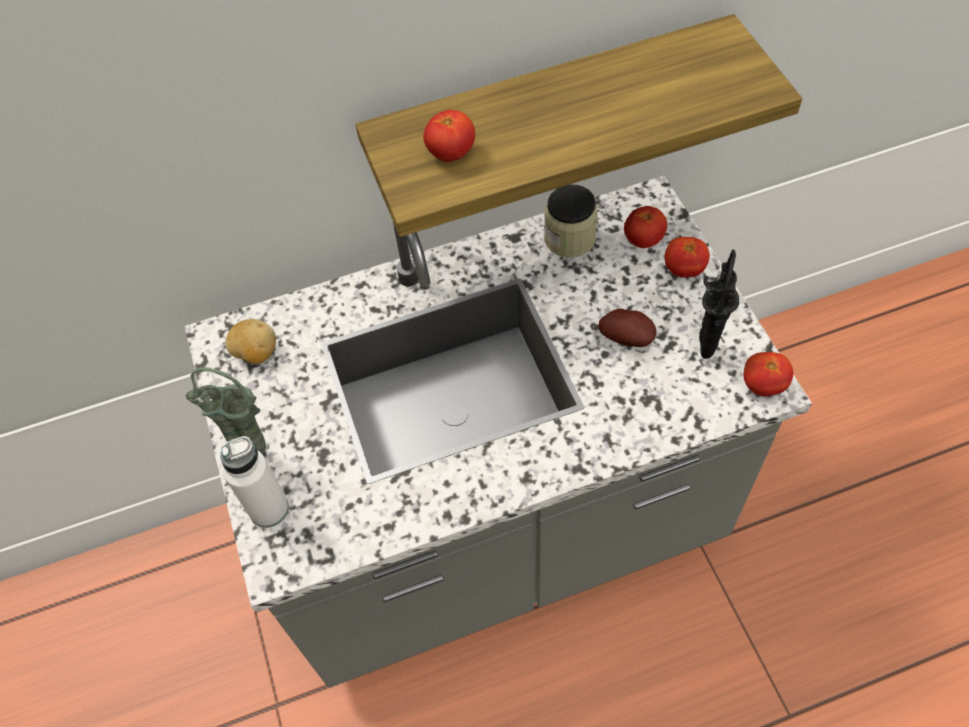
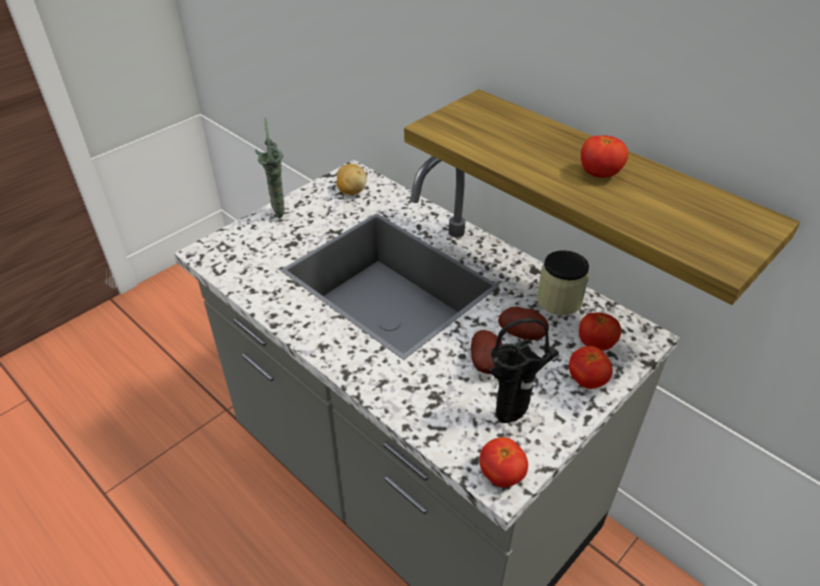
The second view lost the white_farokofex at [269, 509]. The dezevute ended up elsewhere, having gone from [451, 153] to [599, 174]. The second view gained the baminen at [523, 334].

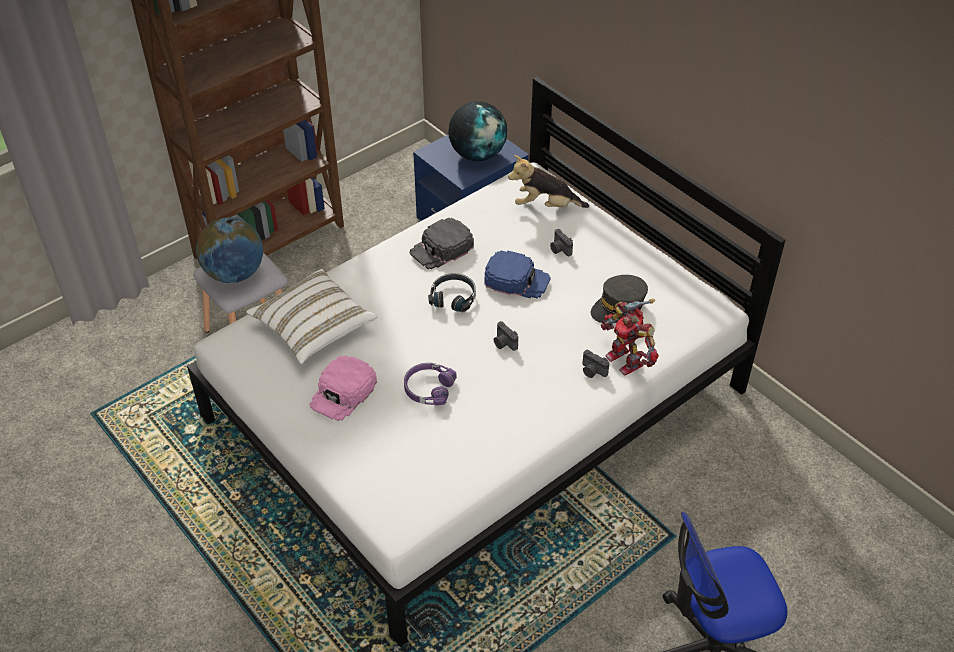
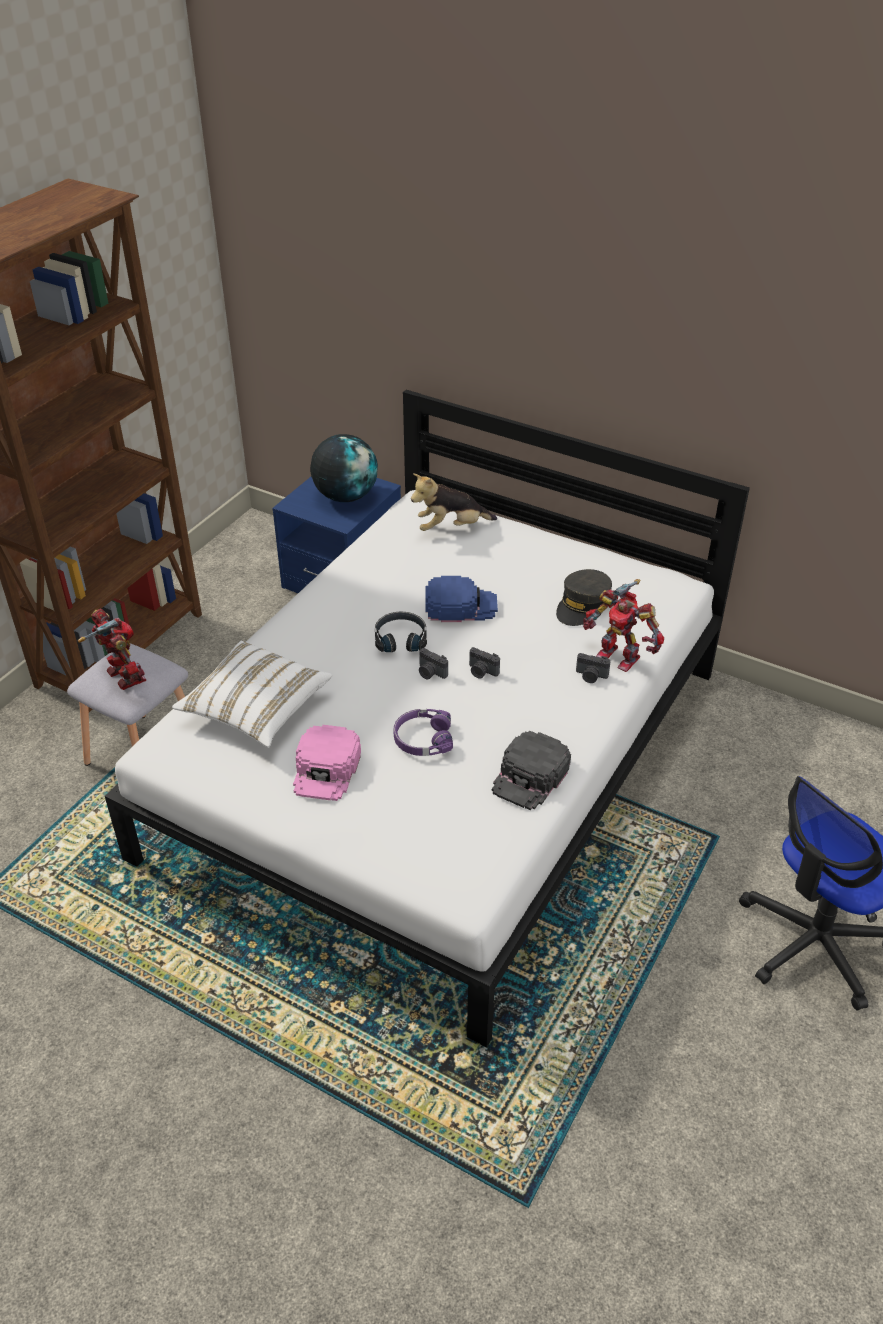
Where the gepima stood at [234, 273], the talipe came to stand at [123, 678]. The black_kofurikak ended up elsewhere, having gone from [441, 249] to [530, 776]. The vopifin ended up elsewhere, having gone from [559, 249] to [430, 673].

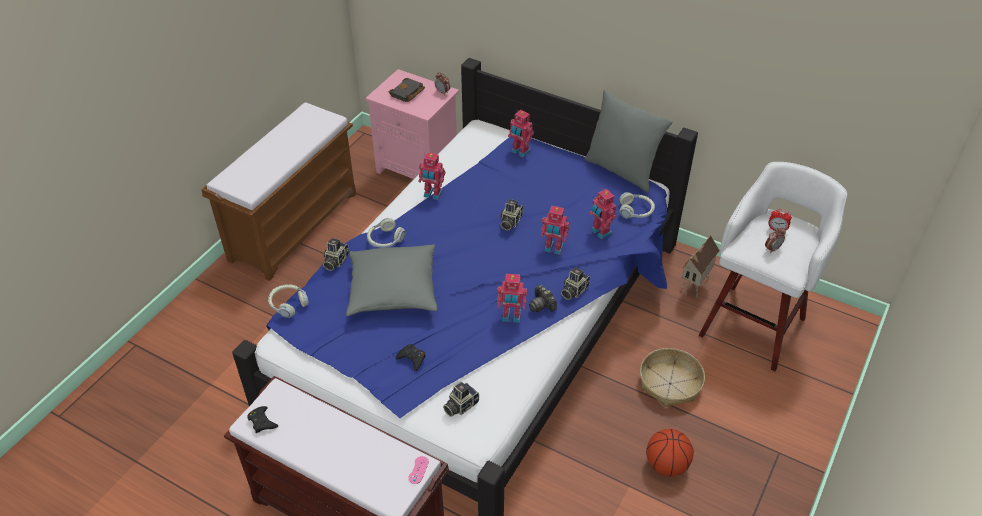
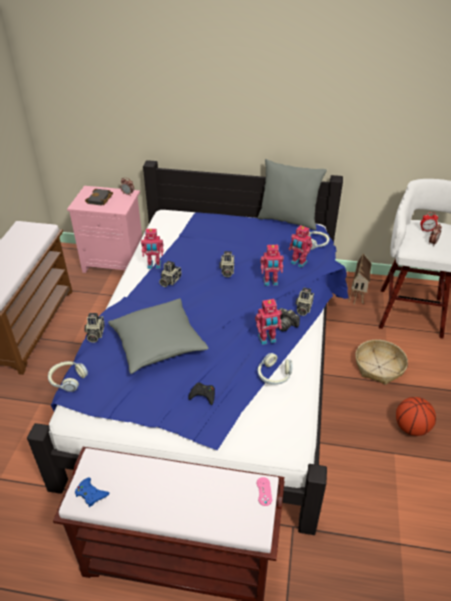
What was the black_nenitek at [262, 422] turned into the blue_nenitek at [91, 494]. The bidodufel ended up elsewhere, having gone from [385, 240] to [274, 375]. The vopifin ended up elsewhere, having gone from [460, 405] to [169, 280]. The second view lost the talipe at [520, 152].

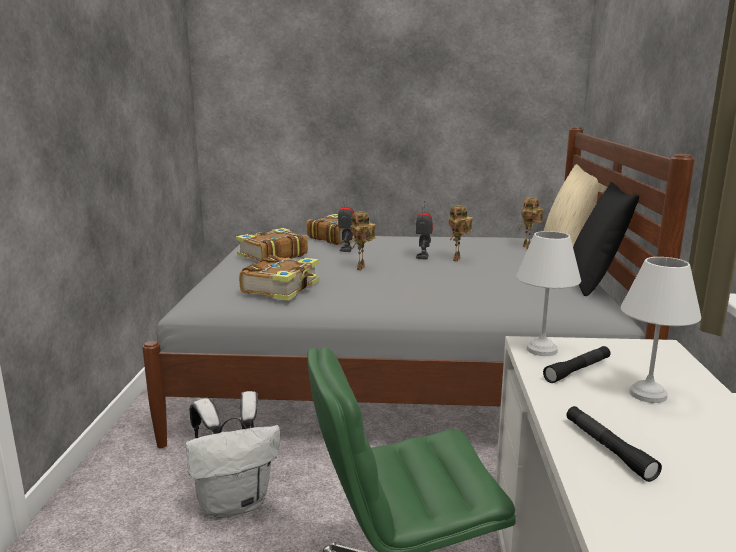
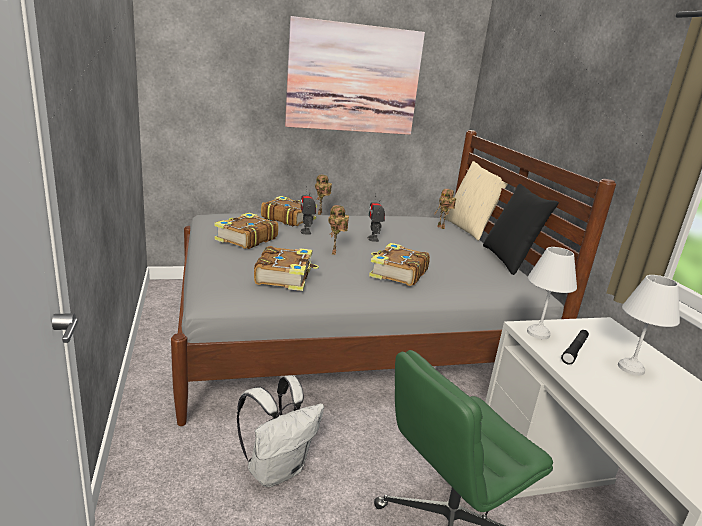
The talipe ended up elsewhere, having gone from [458, 260] to [320, 213]. The second view lost the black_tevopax at [608, 449]. The second view gained the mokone at [353, 79]. The second view gained the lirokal at [397, 273].

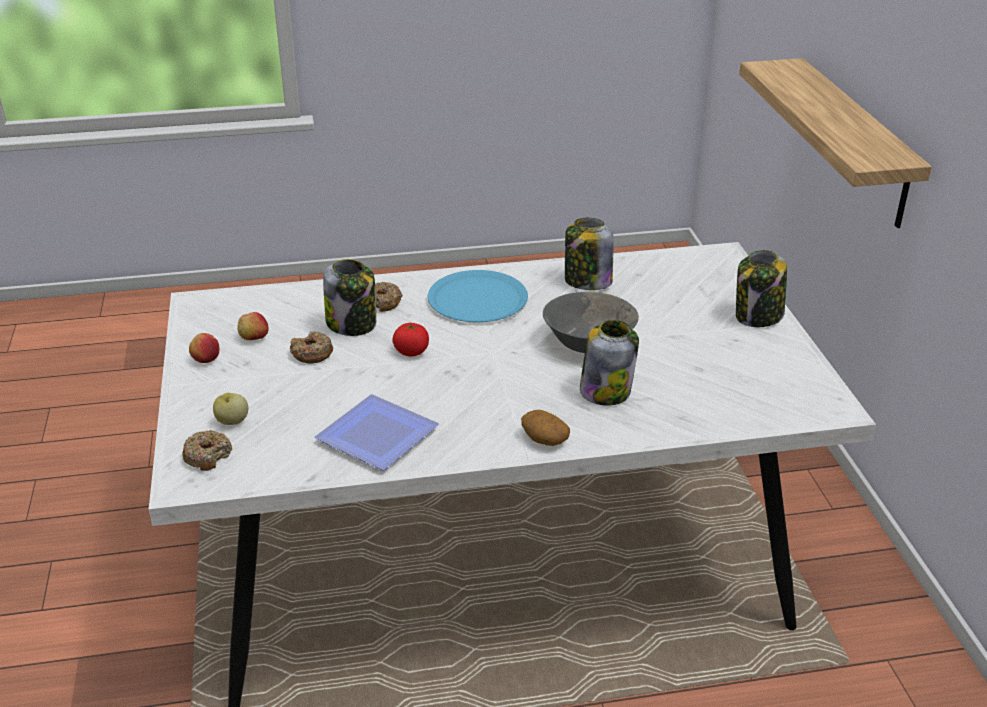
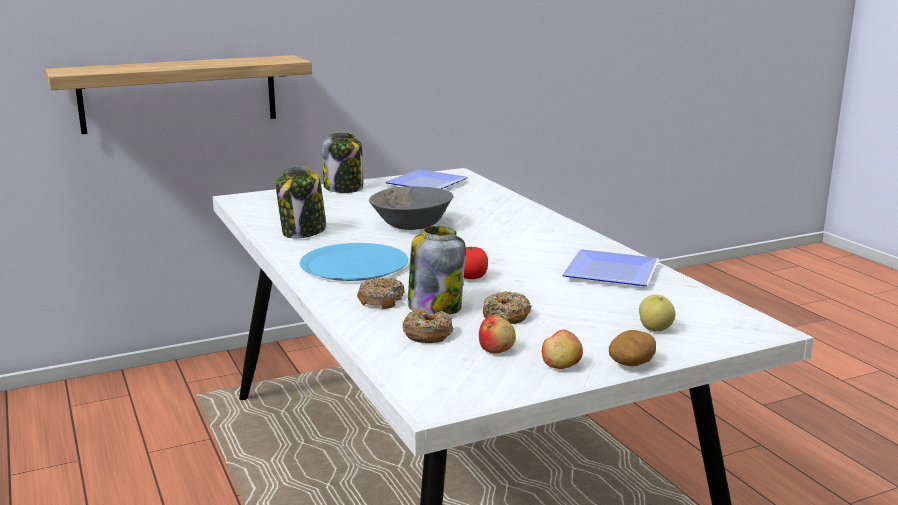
The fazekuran ended up elsewhere, having gone from [207, 456] to [427, 334]. The baminen ended up elsewhere, having gone from [544, 439] to [631, 363]. The second view lost the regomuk at [606, 391]. The second view gained the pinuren at [423, 184].

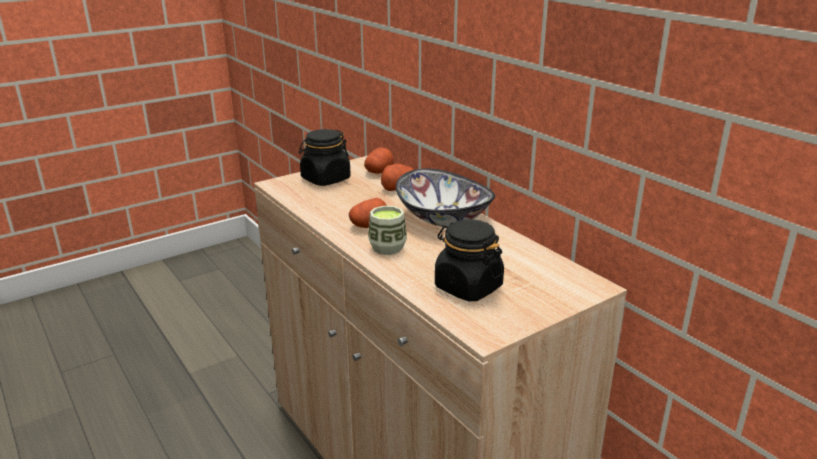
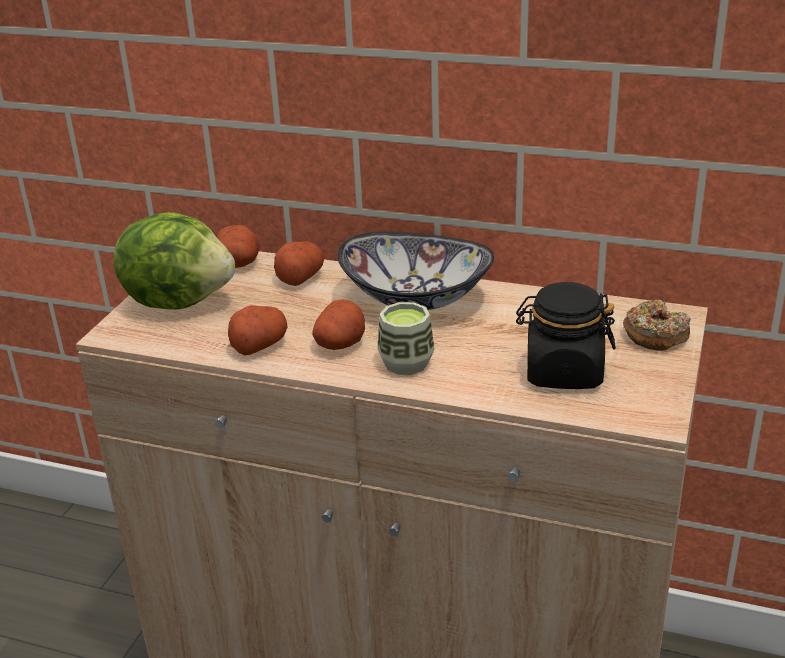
Where the black_regomuk stood at [325, 179], the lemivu came to stand at [180, 300]. The second view gained the baminen at [259, 344]. The second view gained the fazekuran at [655, 335].

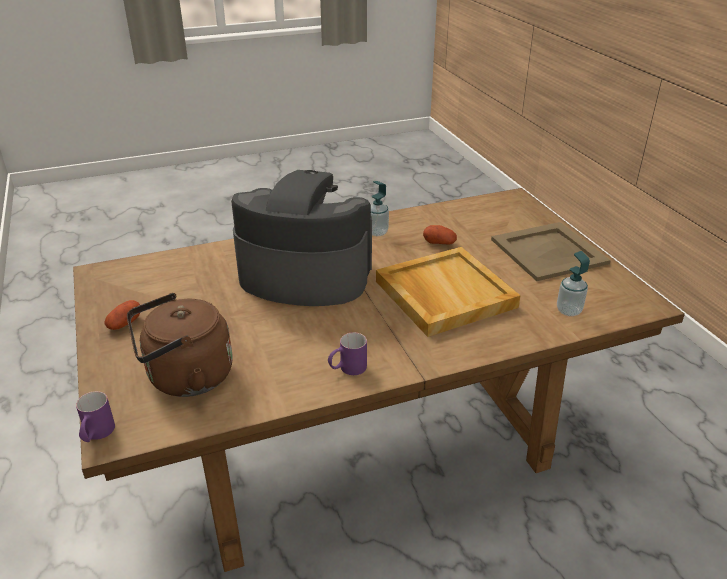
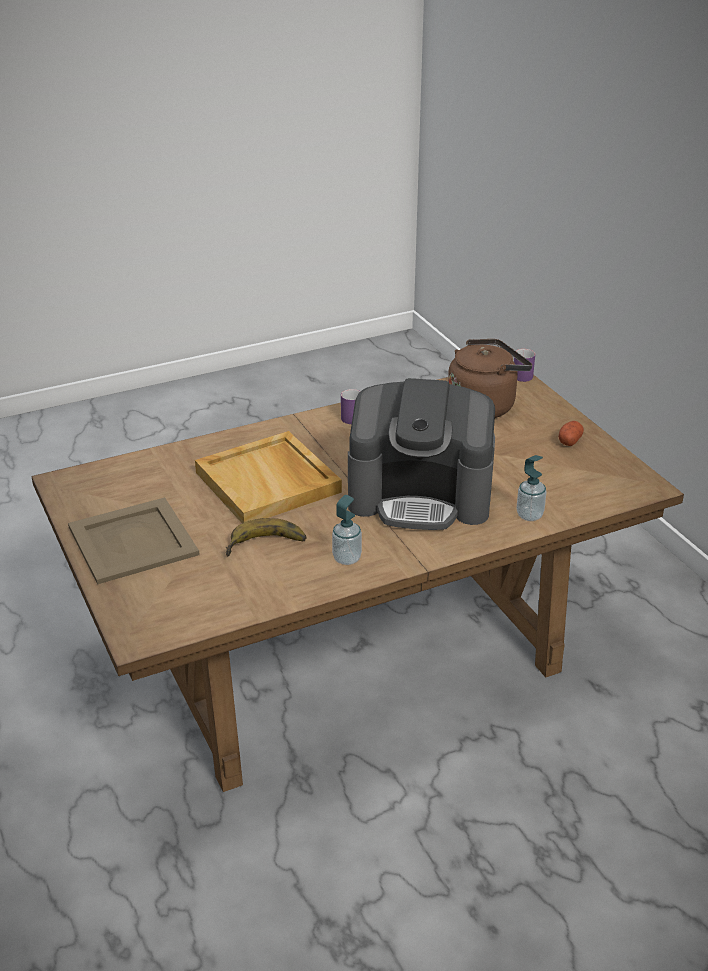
Where the baminen stood at [439, 242], the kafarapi came to stand at [266, 546]. The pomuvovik ended up elsewhere, having gone from [568, 311] to [529, 515].

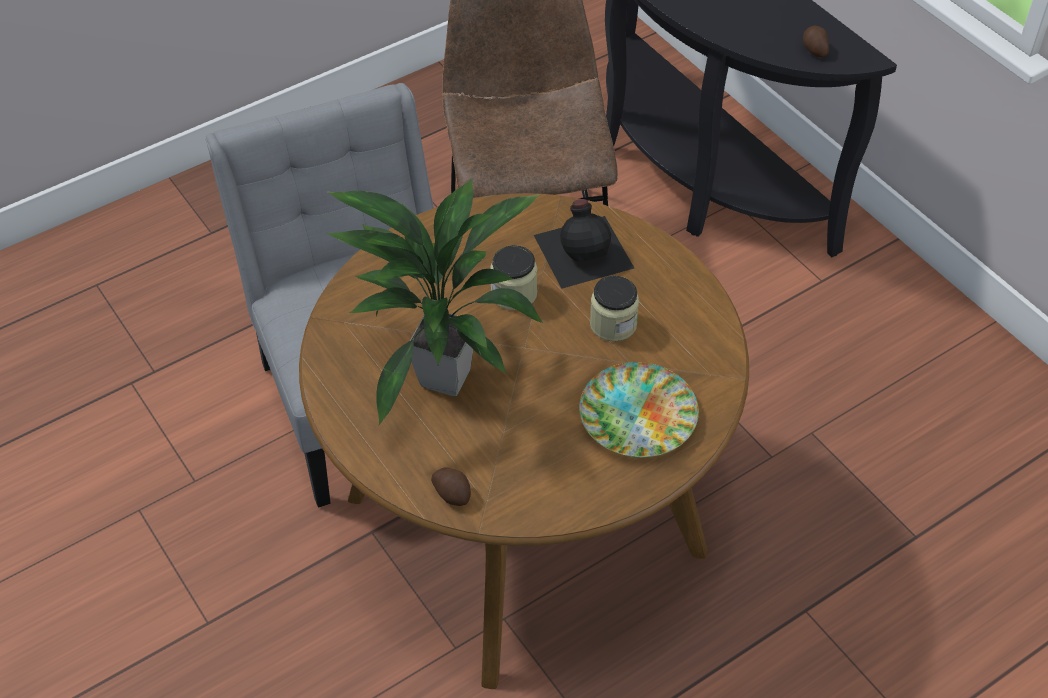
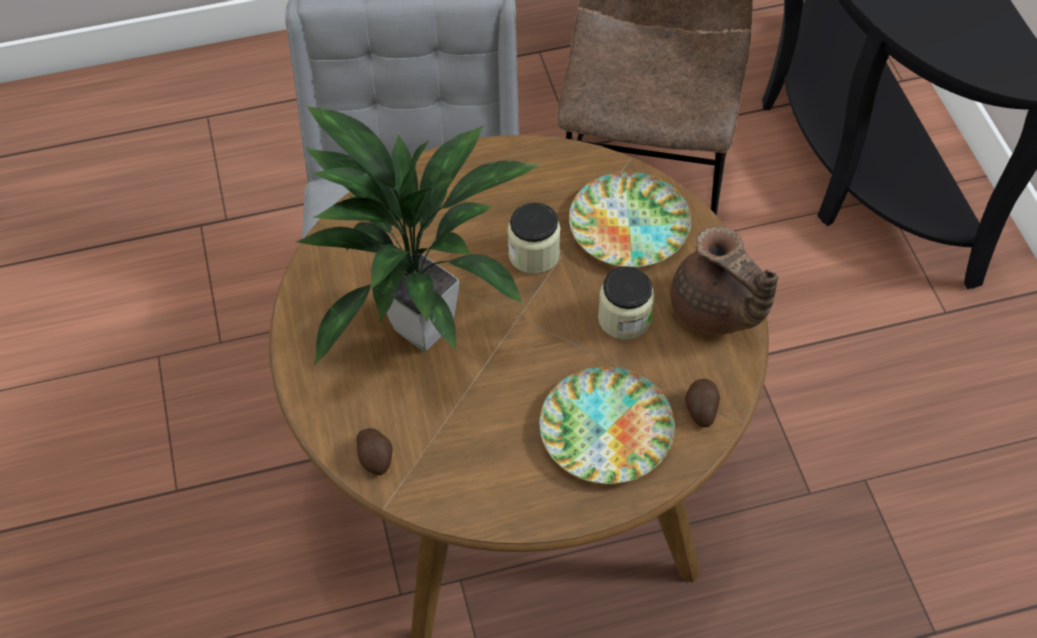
Where the black_farokofex stood at [584, 250], the pinuren came to stand at [630, 225]. The baminen ended up elsewhere, having gone from [814, 49] to [701, 409]. The second view gained the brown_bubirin at [715, 311].

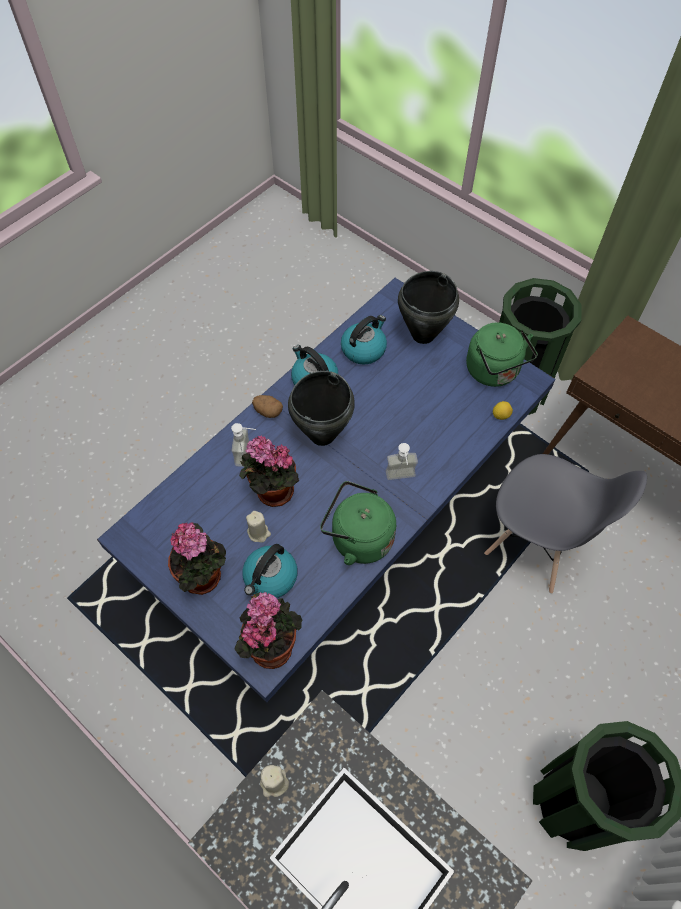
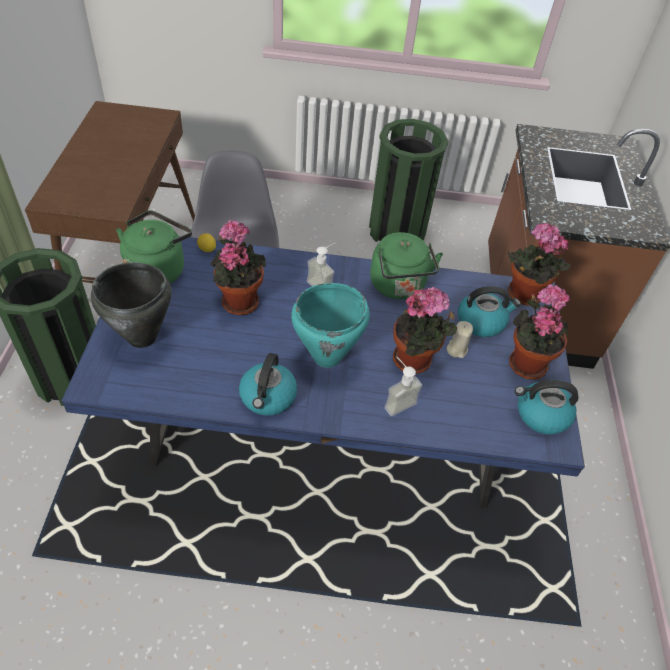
The second view lost the baminen at [268, 411]. The second view lost the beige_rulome at [274, 783]. What was the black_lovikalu at [321, 435] turned into the turquoise_lovikalu at [327, 357]. The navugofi ended up elsewhere, having gone from [364, 349] to [541, 415]. The second view gained the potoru at [239, 300].

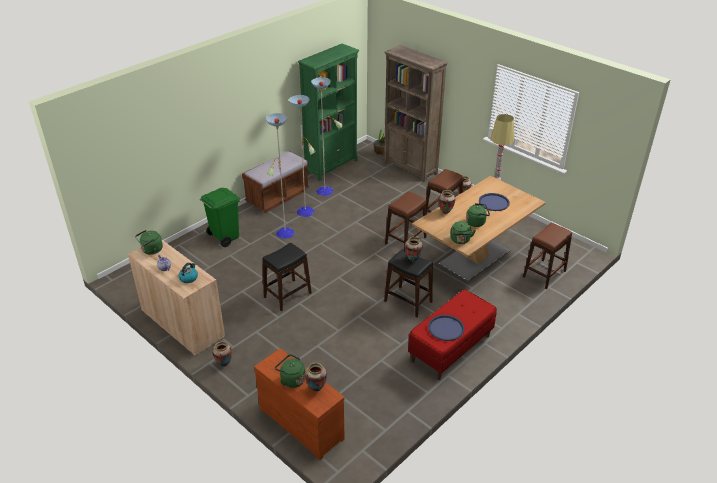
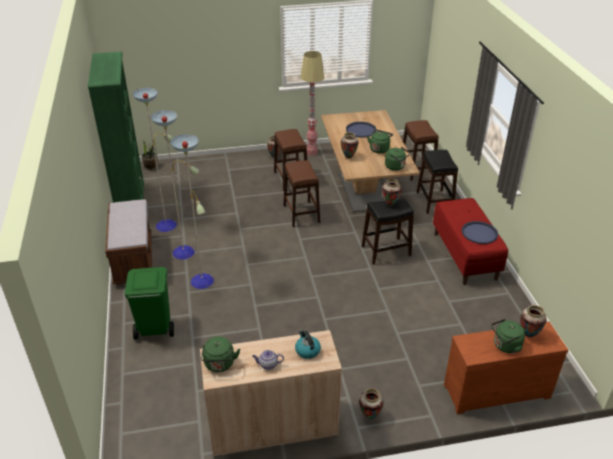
The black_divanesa ended up elsewhere, having gone from [288, 295] to [434, 201]. The second view lost the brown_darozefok at [410, 168].

